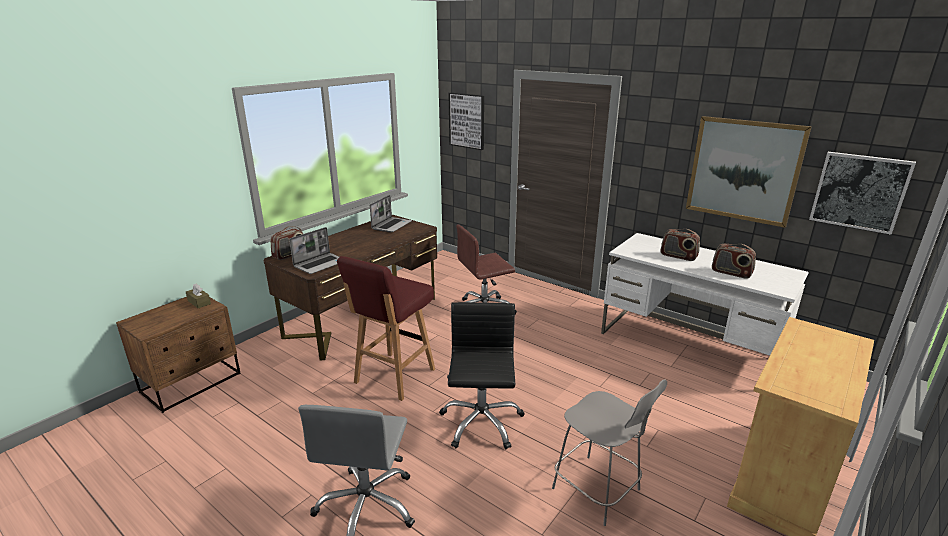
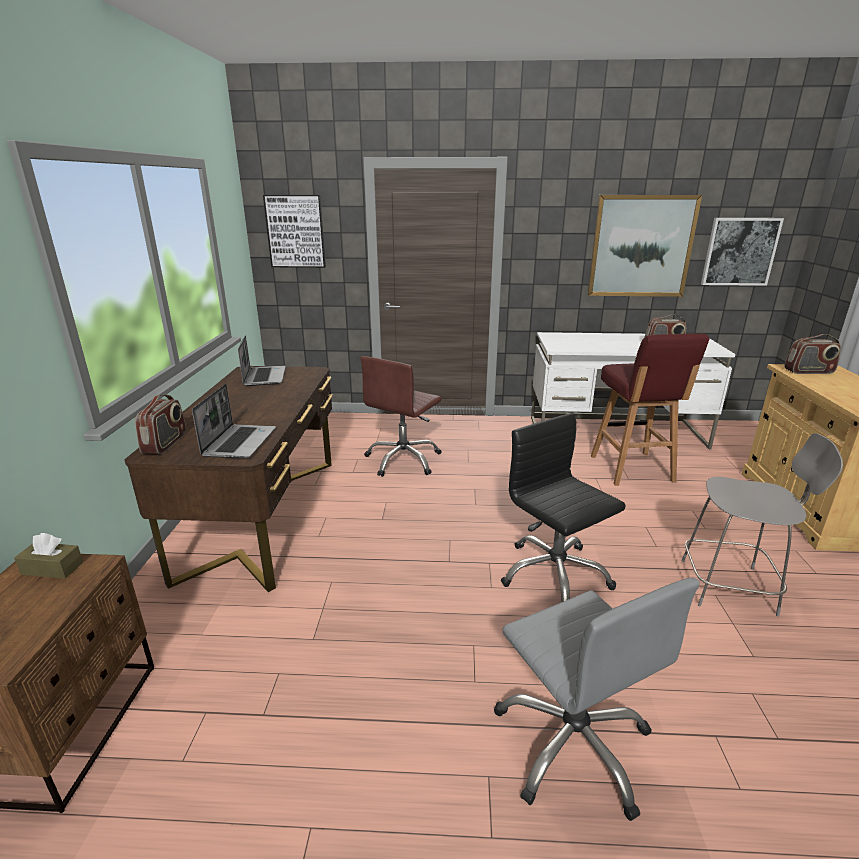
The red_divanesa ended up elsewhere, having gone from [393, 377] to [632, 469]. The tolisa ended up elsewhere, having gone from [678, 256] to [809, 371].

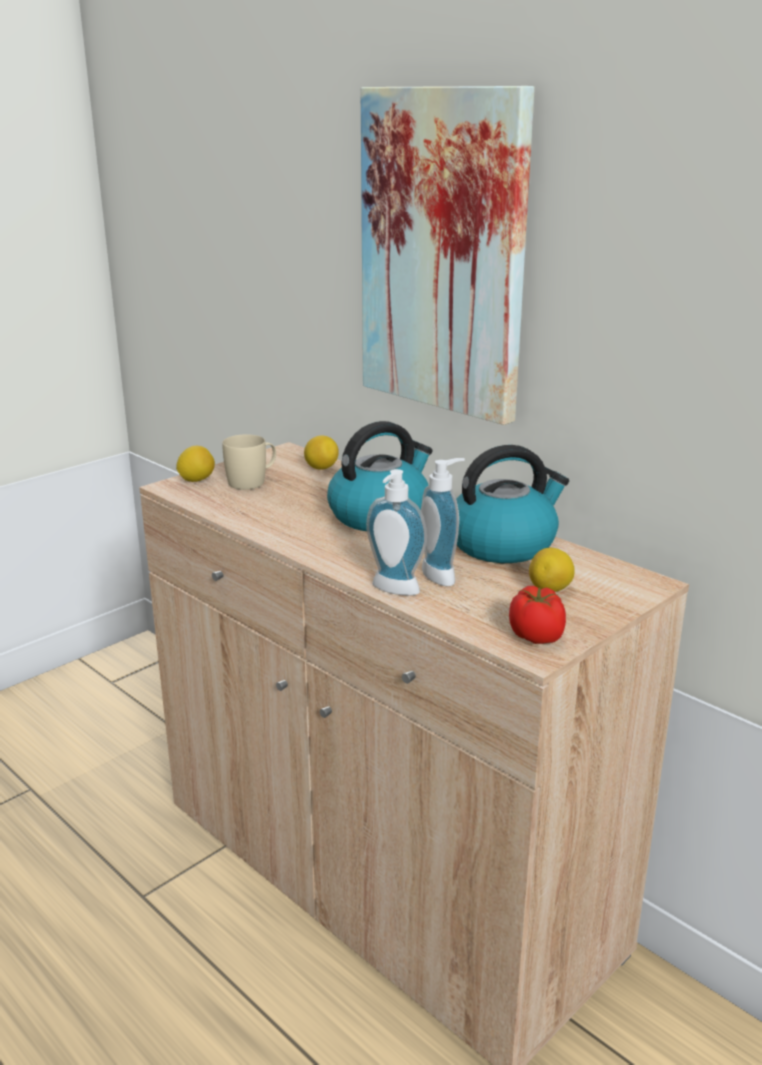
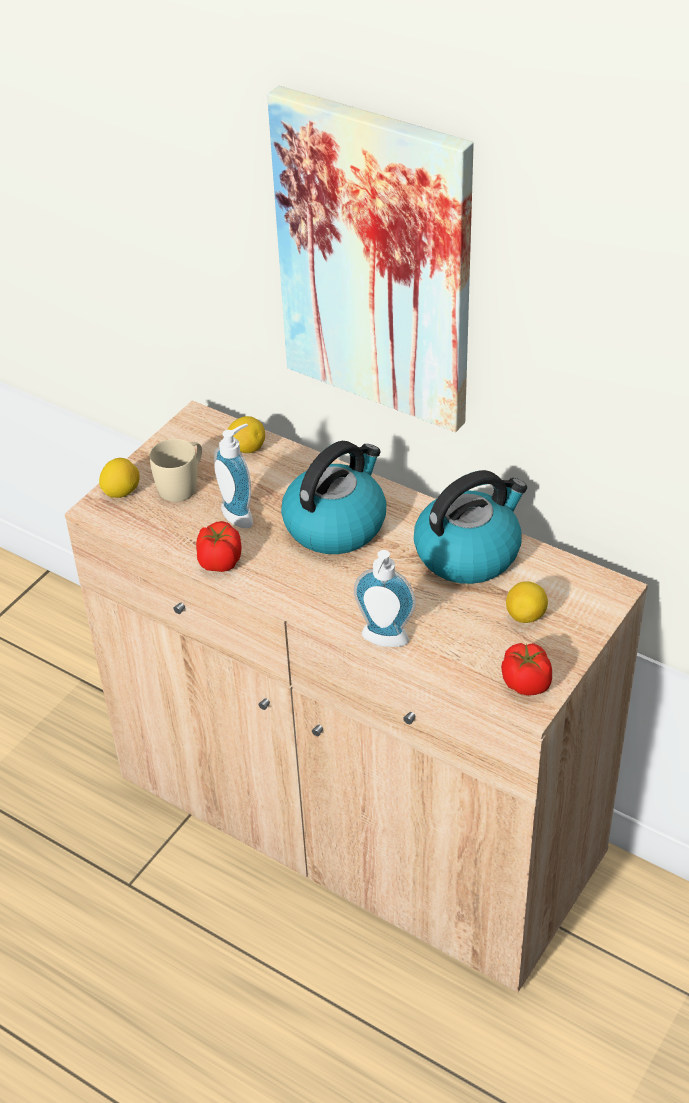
The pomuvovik ended up elsewhere, having gone from [443, 575] to [241, 514]. The second view gained the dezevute at [219, 562].

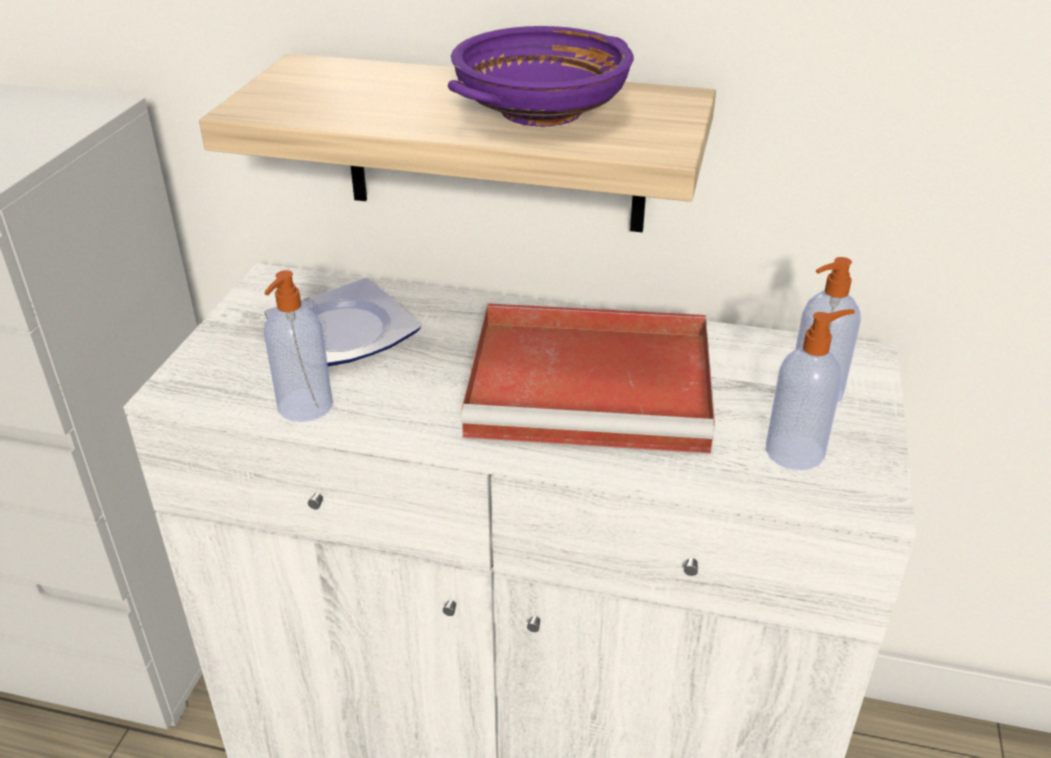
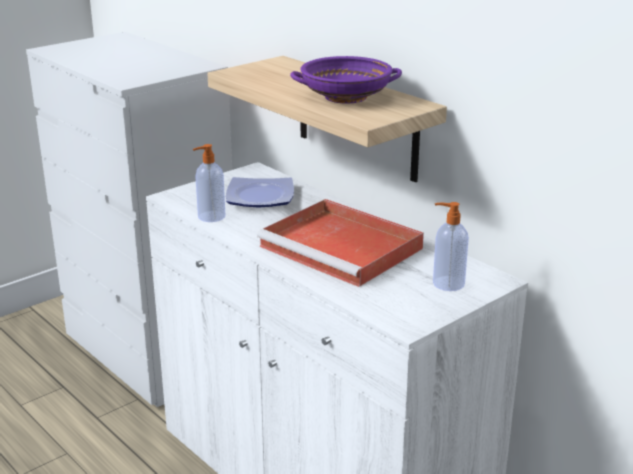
The second view lost the pomuvovik at [796, 451].

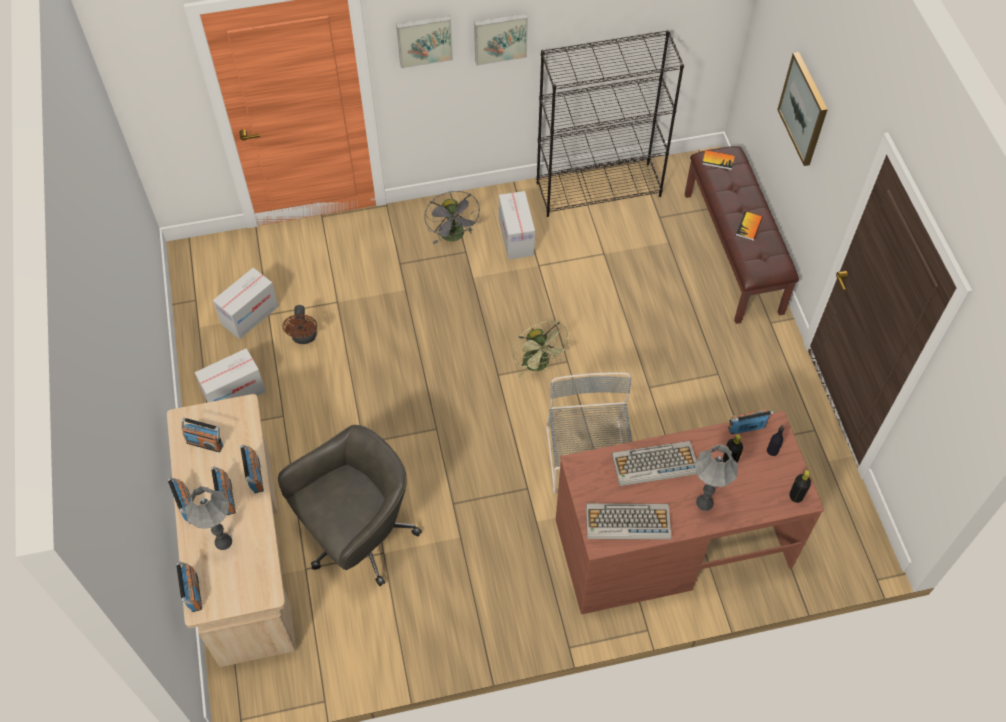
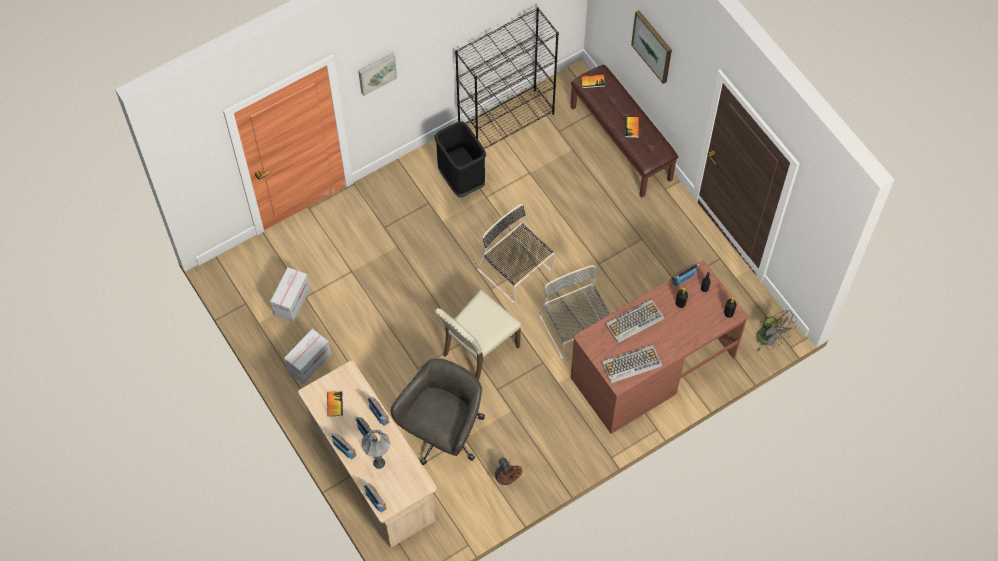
Where the tolisa stood at [205, 443], the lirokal came to stand at [335, 404]. The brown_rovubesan ended up elsewhere, having gone from [304, 338] to [507, 478]. The grey_rovubesan ended up elsewhere, having gone from [454, 236] to [770, 339]. The second view lost the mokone at [500, 37]. Where the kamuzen stood at [516, 237], the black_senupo came to stand at [461, 180]. Where the green_rovubesan stood at [539, 365], the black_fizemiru came to stand at [516, 272]. The second view lost the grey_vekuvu at [704, 503]. The second view gained the beige_fizemiru at [478, 350].

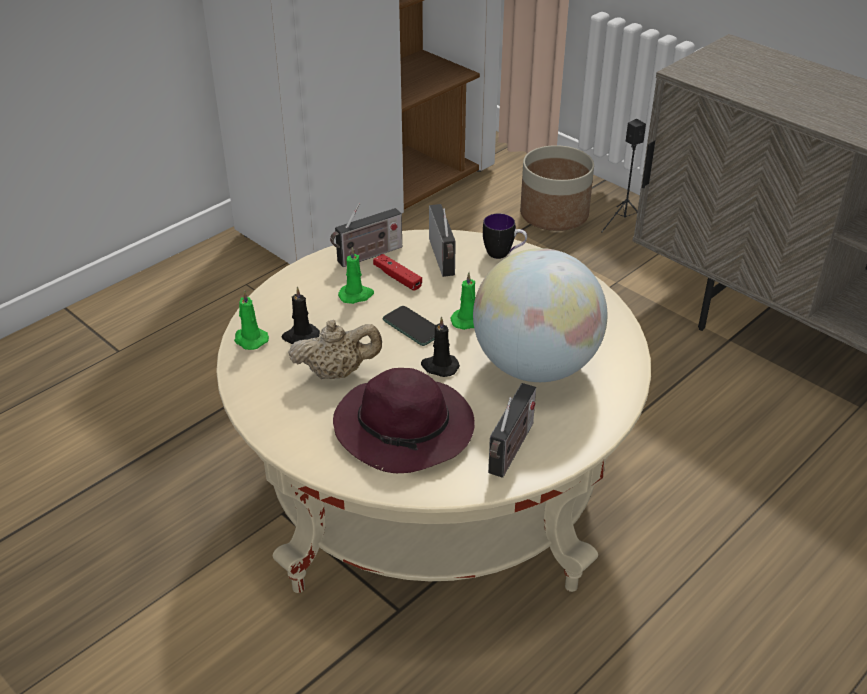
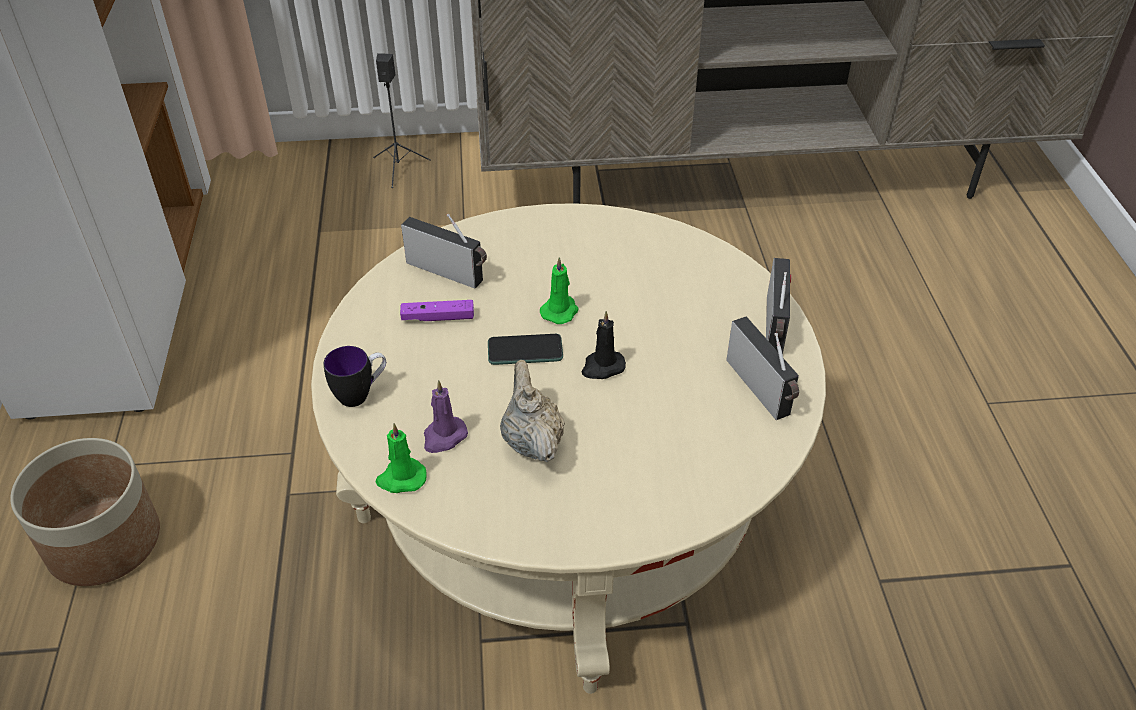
What was the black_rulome at [300, 336] turned into the purple_rulome at [444, 437]. The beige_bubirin at [337, 372] ended up facing another way, 45 degrees counterclockwise from before. The tolisa ended up elsewhere, having gone from [367, 256] to [775, 329]. The second view lost the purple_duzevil at [406, 430]. The second view lost the green_rulome at [356, 295]. What was the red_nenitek at [397, 277] turned into the purple_nenitek at [438, 317]. The second view lost the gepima at [535, 366]. The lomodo ended up elsewhere, having gone from [503, 254] to [361, 394]. The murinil ended up elsewhere, having gone from [554, 214] to [105, 541].

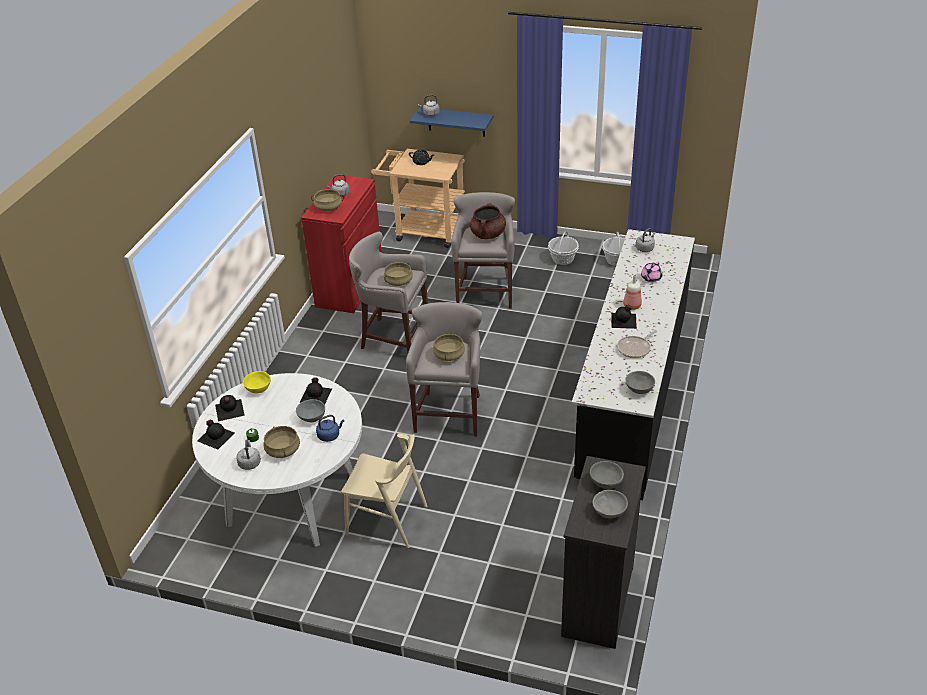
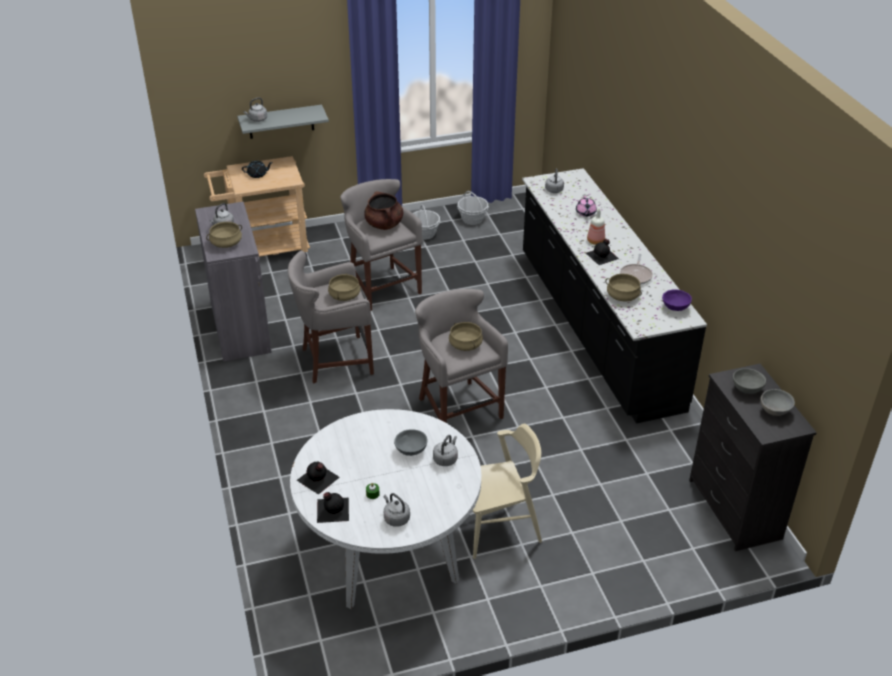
The second view lost the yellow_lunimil at [258, 389]. The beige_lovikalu ended up elsewhere, having gone from [282, 450] to [622, 296]. The second view lost the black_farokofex at [316, 395]. What was the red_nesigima at [349, 286] turned into the grey_nesigima at [240, 328]. What was the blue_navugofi at [330, 435] turned into the grey_navugofi at [446, 459]. What was the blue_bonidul at [456, 122] turned into the grey_bonidul at [281, 122]. What was the grey_lunimil at [639, 390] turned into the purple_lunimil at [675, 308].

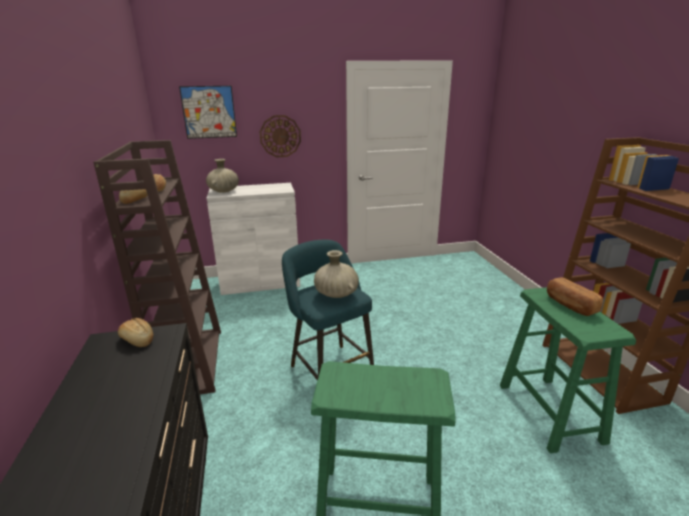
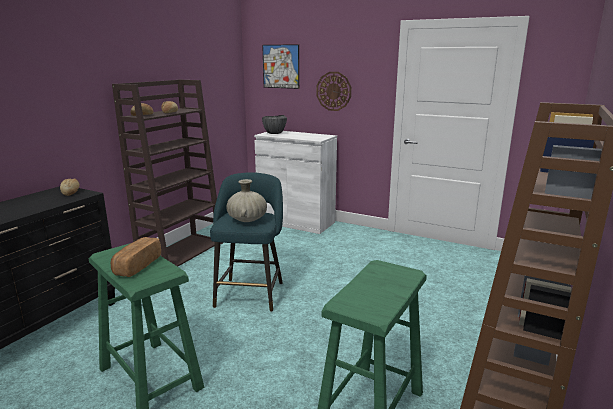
Where the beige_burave stood at [223, 191], the lunimil came to stand at [274, 133]. The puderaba ended up elsewhere, having gone from [570, 305] to [137, 266].

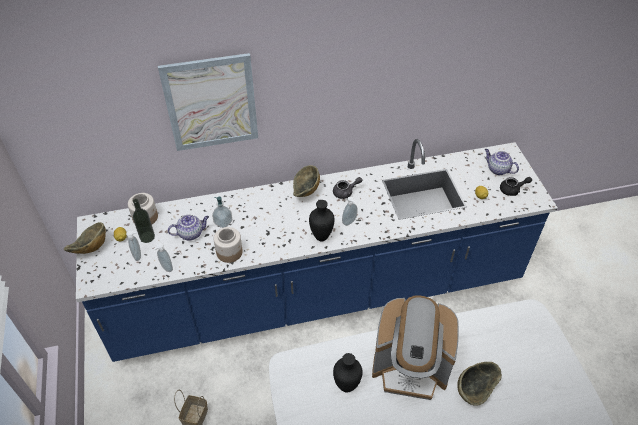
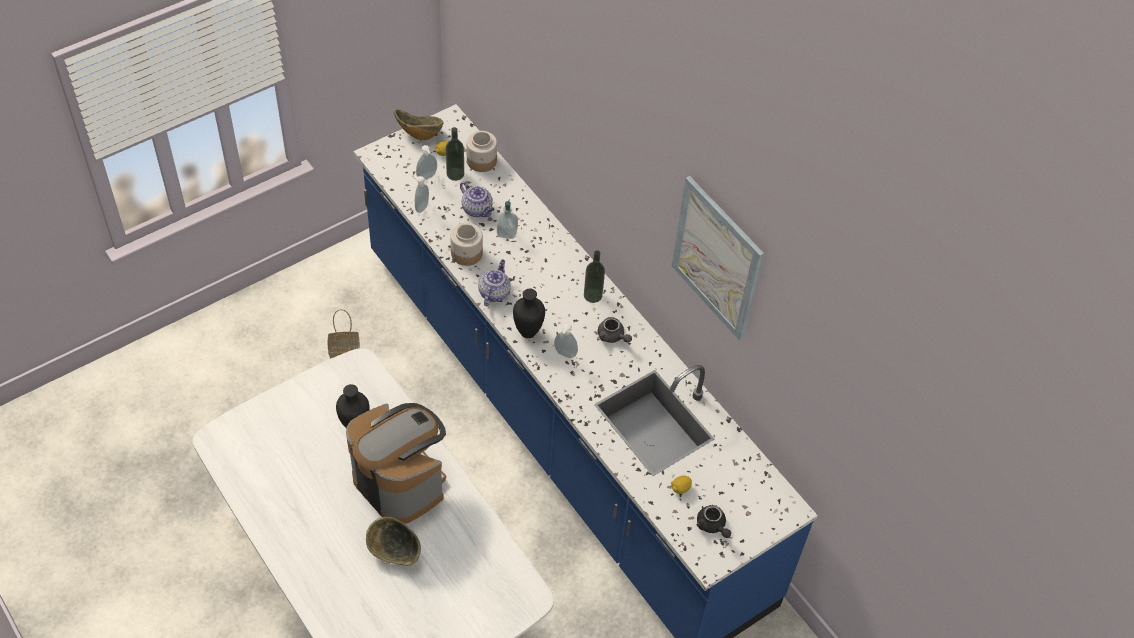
The mokone ended up elsewhere, having gone from [211, 103] to [717, 258]. Where the lunimil stood at [305, 192], the farokofex came to stand at [593, 295]. The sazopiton at [410, 368] ended up facing another way, 150 degrees clockwise from before. The bubirin ended up elsewhere, having gone from [497, 169] to [494, 292].

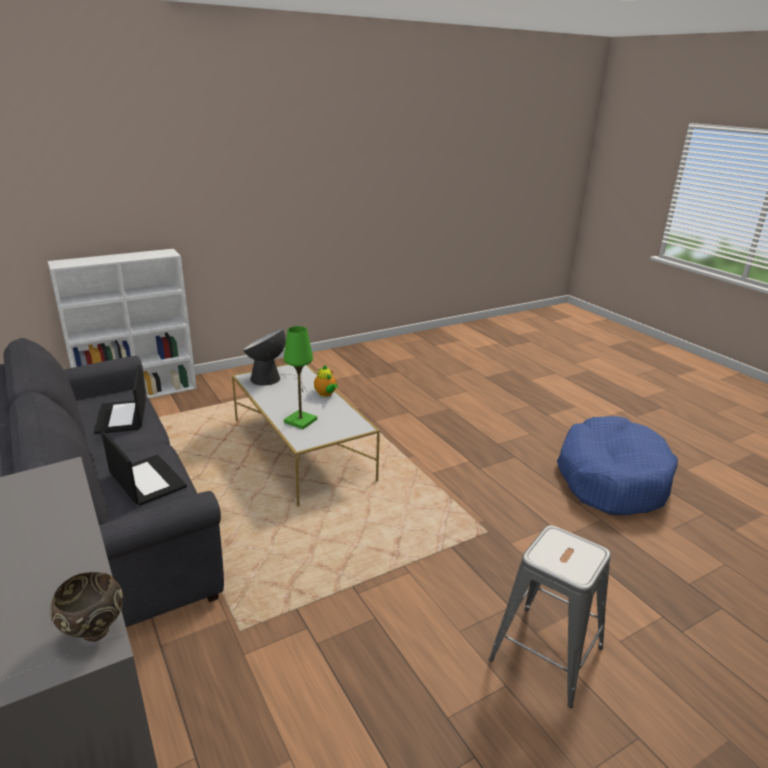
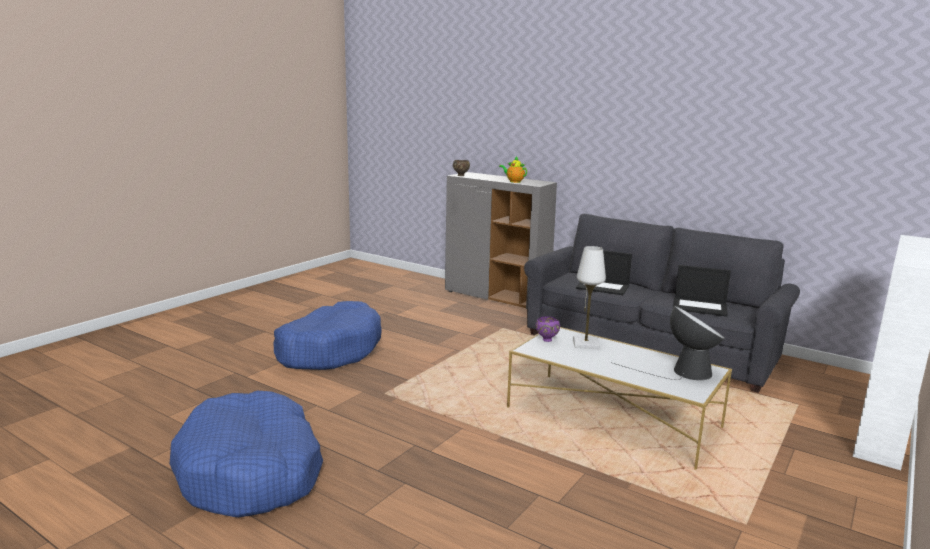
The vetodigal at [122, 417] ended up facing another way, 150 degrees clockwise from before. What was the green_vekuvu at [300, 421] turned into the white_vekuvu at [585, 344]. The bubirin ended up elsewhere, having gone from [326, 394] to [514, 181]. Where the grey_divanesa stood at [546, 654], the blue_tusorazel came to stand at [329, 350]. The second view gained the purple_lunimil at [546, 340].

